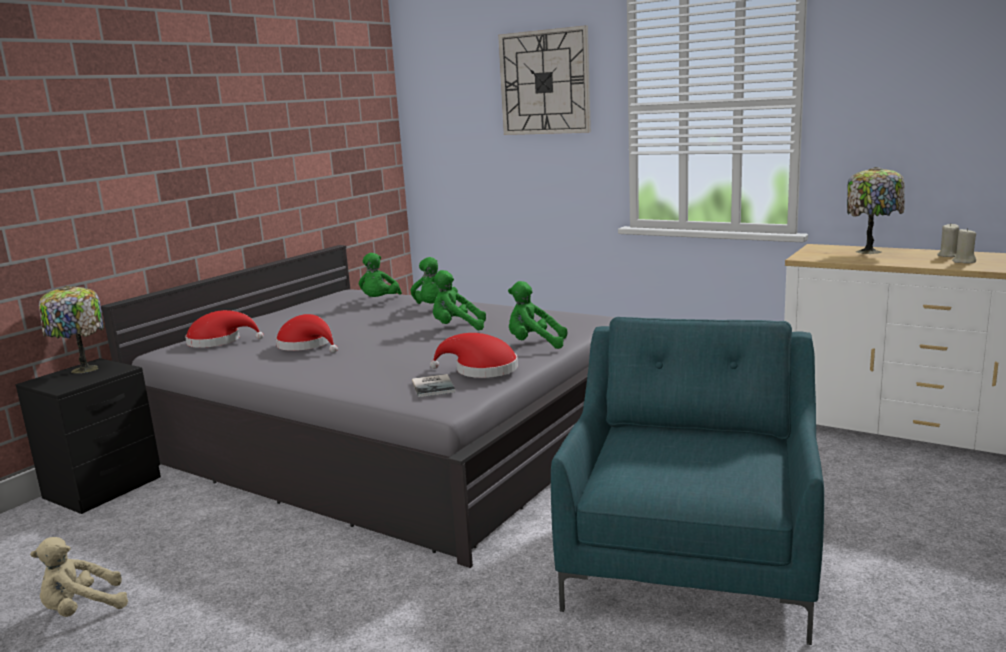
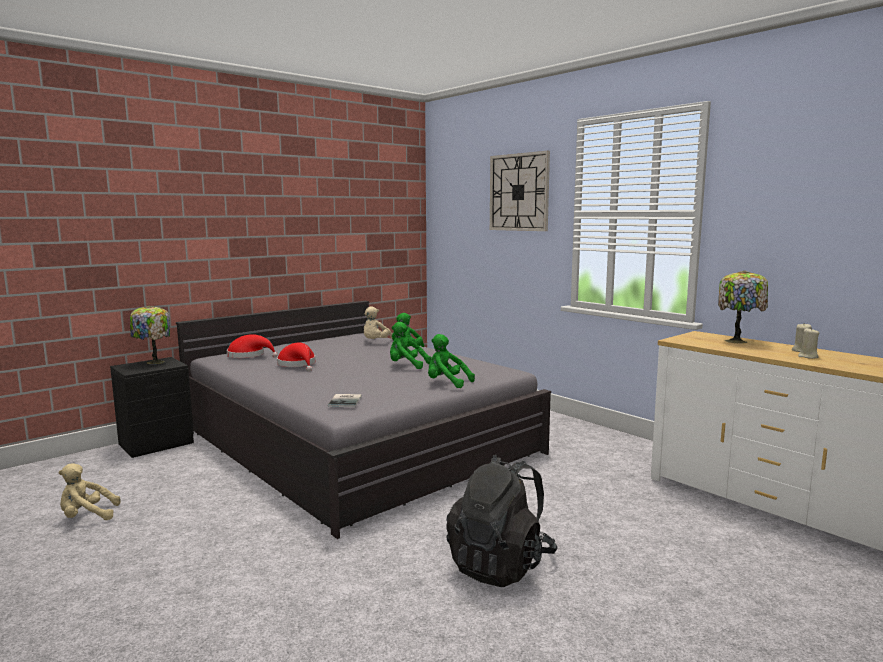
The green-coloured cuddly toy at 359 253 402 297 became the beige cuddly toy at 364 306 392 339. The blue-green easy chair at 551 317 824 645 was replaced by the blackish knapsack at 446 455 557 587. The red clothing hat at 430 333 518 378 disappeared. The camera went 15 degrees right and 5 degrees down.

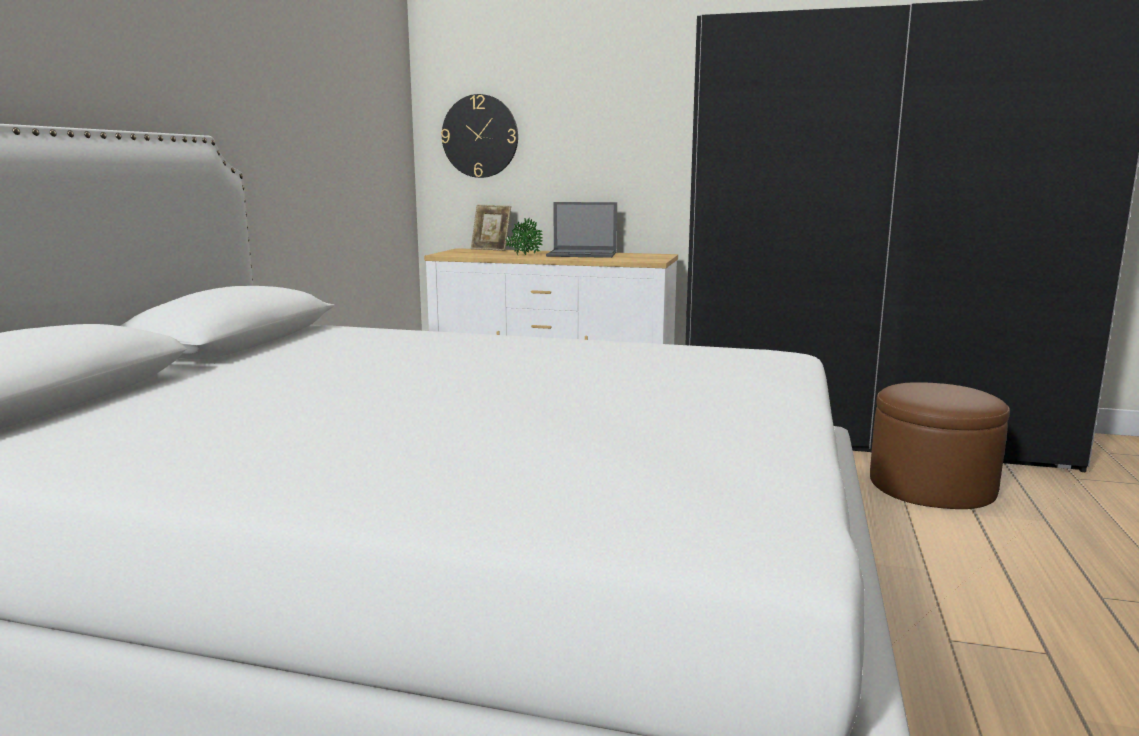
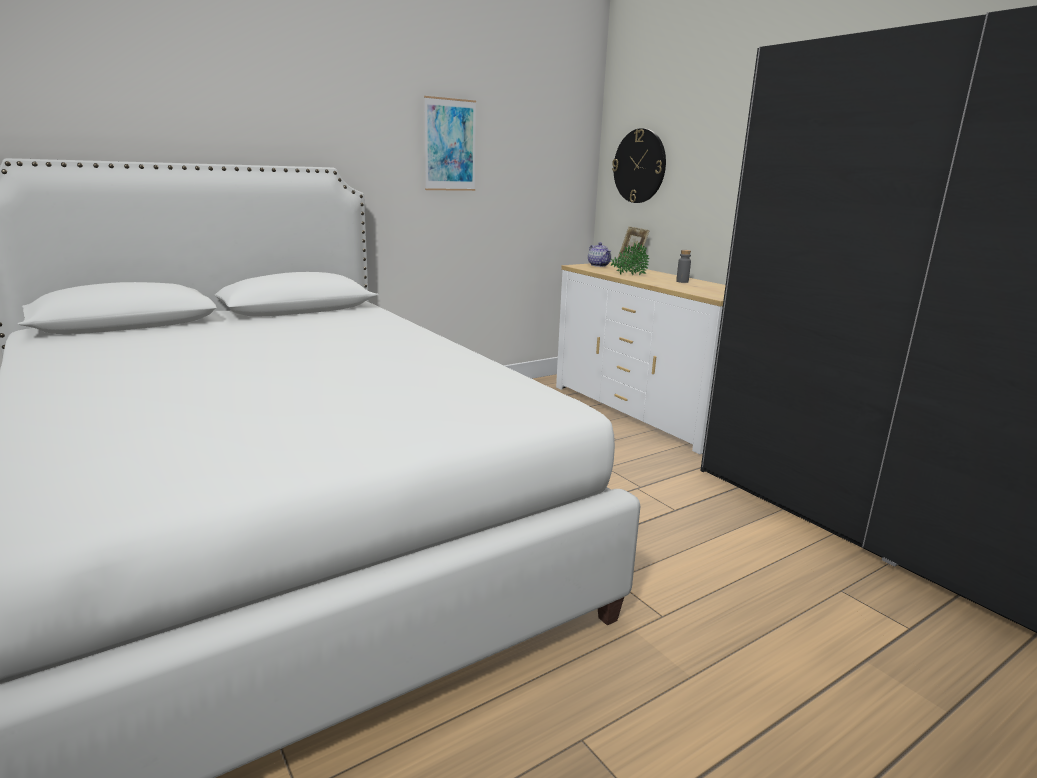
The wall art at 424 96 476 191 appeared. The tea pot at 588 242 611 267 appeared. The portable computer at 546 202 617 258 was replaced by the greyish drink bottle at 676 250 691 283. The brown-coloured ottoman at 870 382 1010 509 disappeared. The camera went 40 degrees right and 5 degrees up.

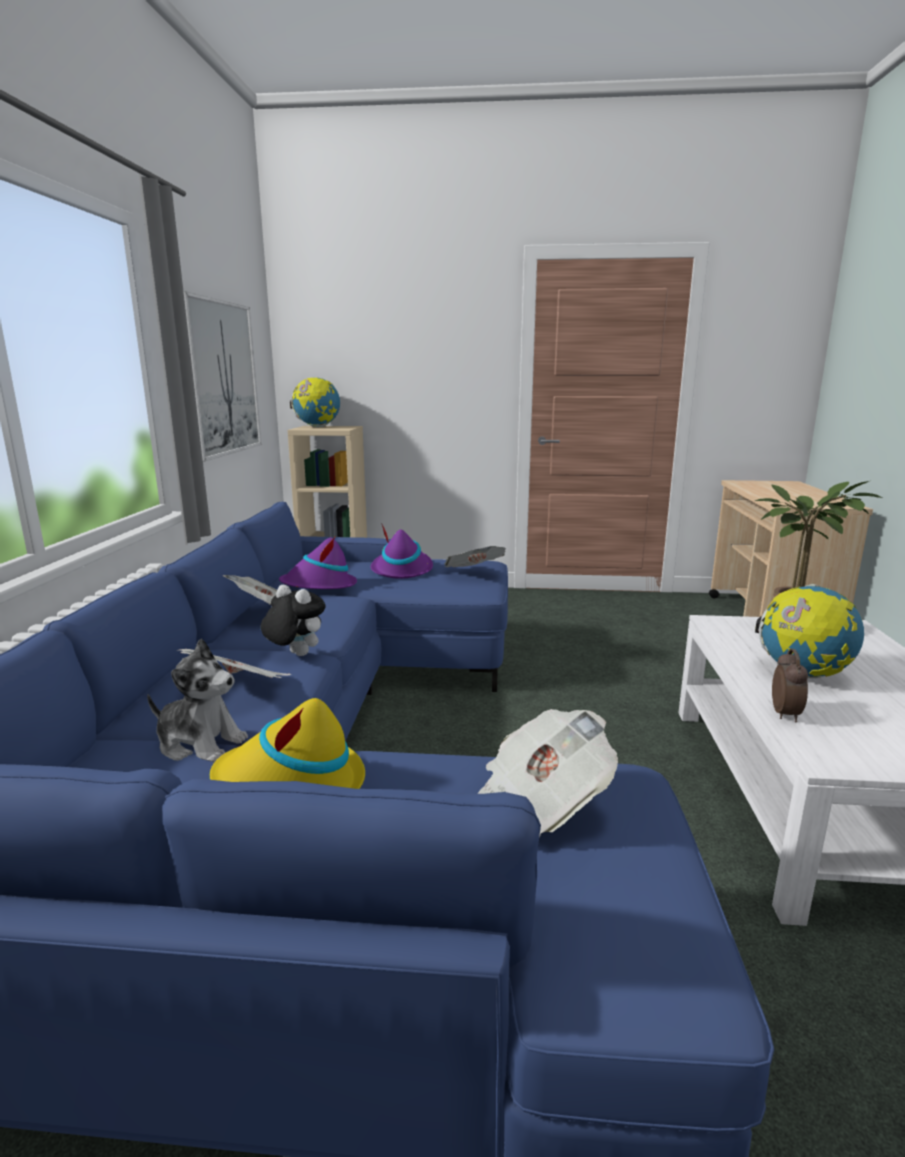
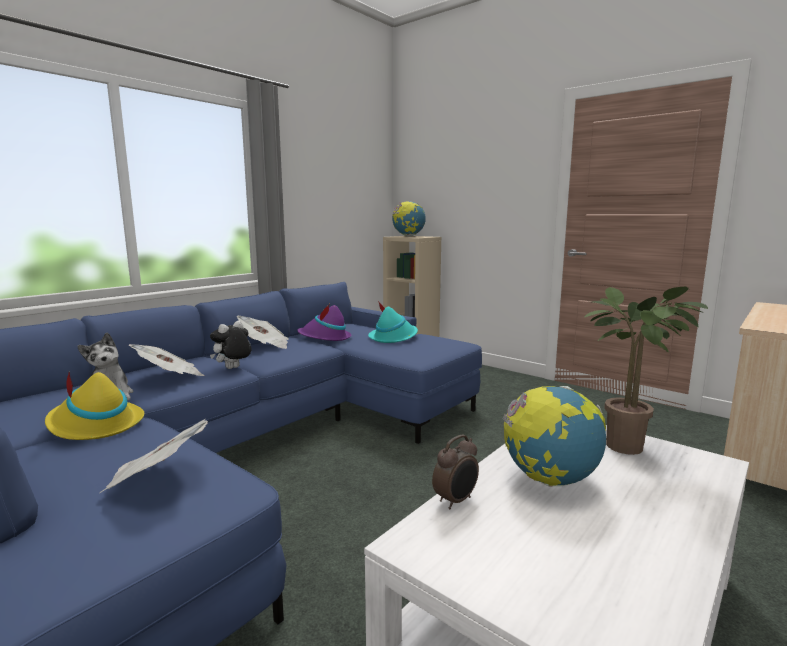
The cuddly toy at 261 585 326 656 turned 120 degrees counterclockwise. The purple clothing hat at 371 523 433 579 became the blue-green clothing hat at 368 301 418 343. The wall art at 183 291 262 462 disappeared. The daily paper at 445 546 506 567 disappeared. The camera went 35 degrees right and 5 degrees down.

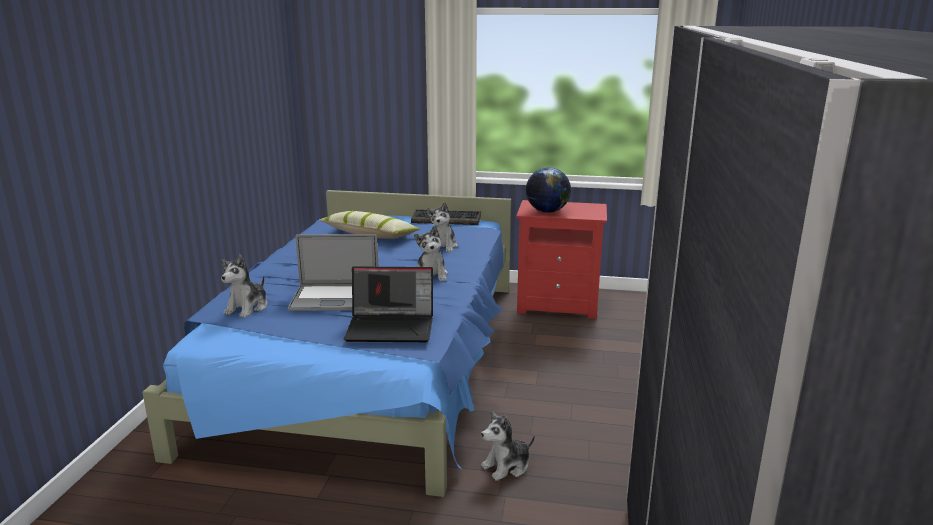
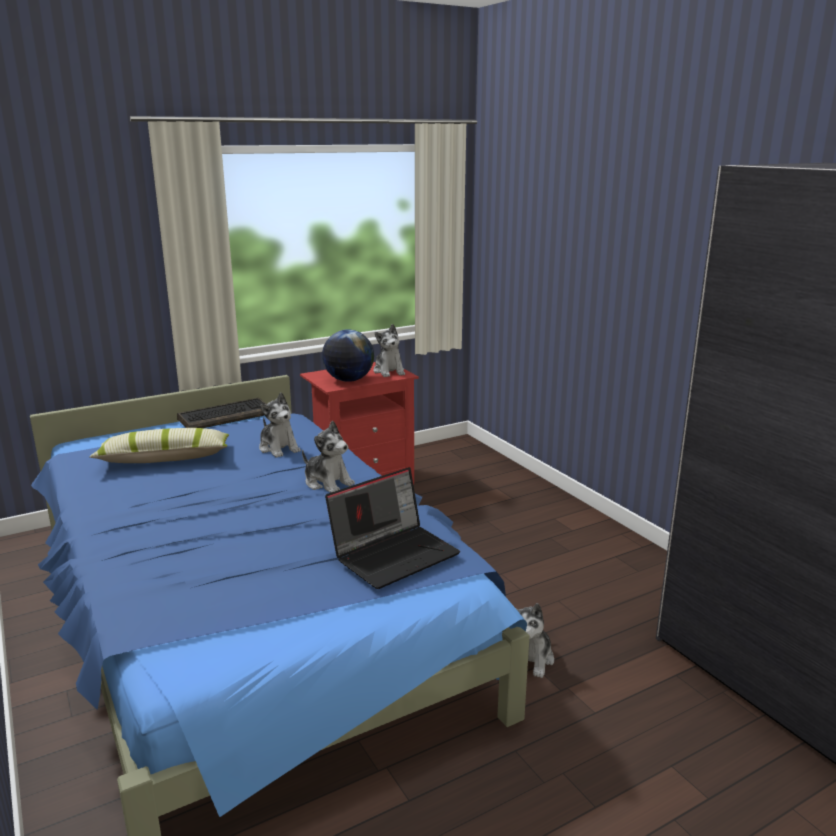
The cuddly toy moved from 221 254 268 318 to 374 324 405 377. The portable computer at 288 234 379 311 disappeared. The camera went 40 degrees left and 0 degrees up.

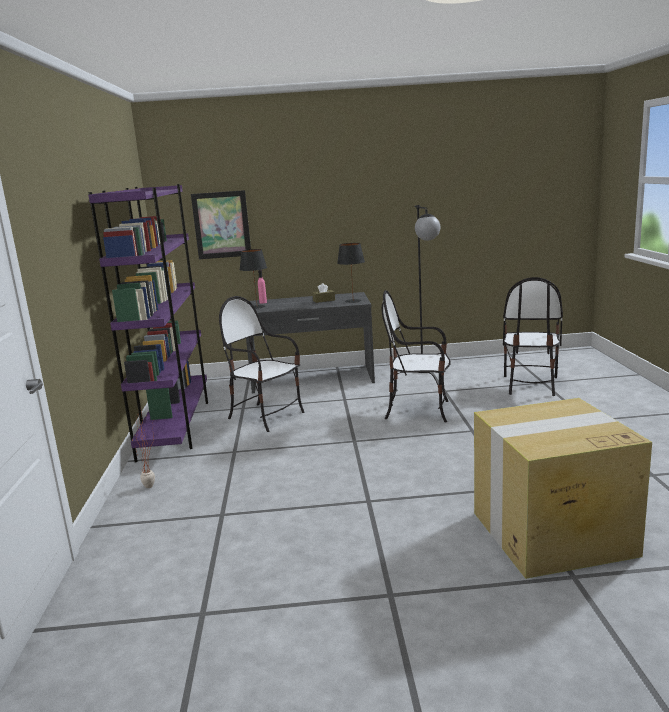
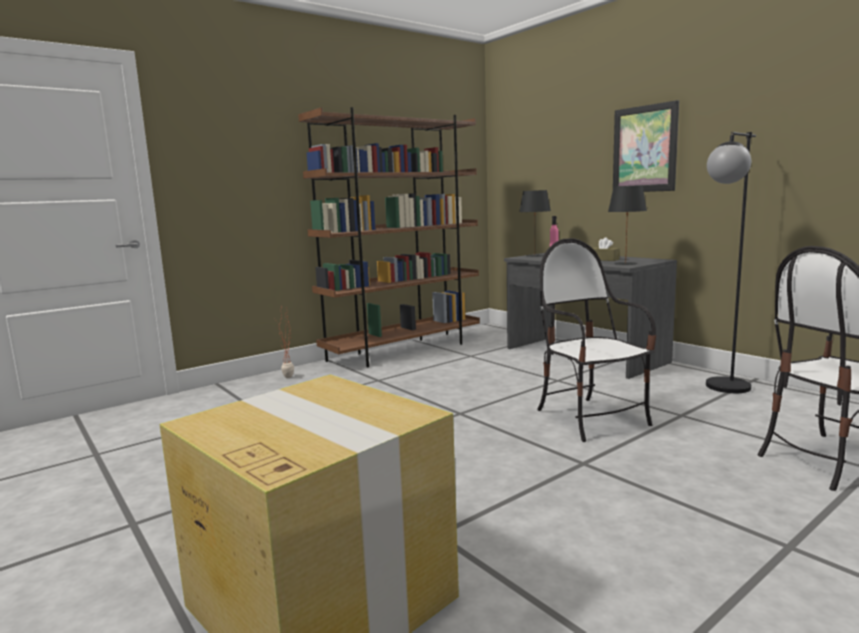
The purple shelving unit at 88 184 208 463 became the brown-coloured shelving unit at 298 107 480 367. The wall art moved from 191 190 251 259 to 613 100 679 192. The chair at 219 296 305 432 disappeared. The camera went 55 degrees right and 5 degrees down.

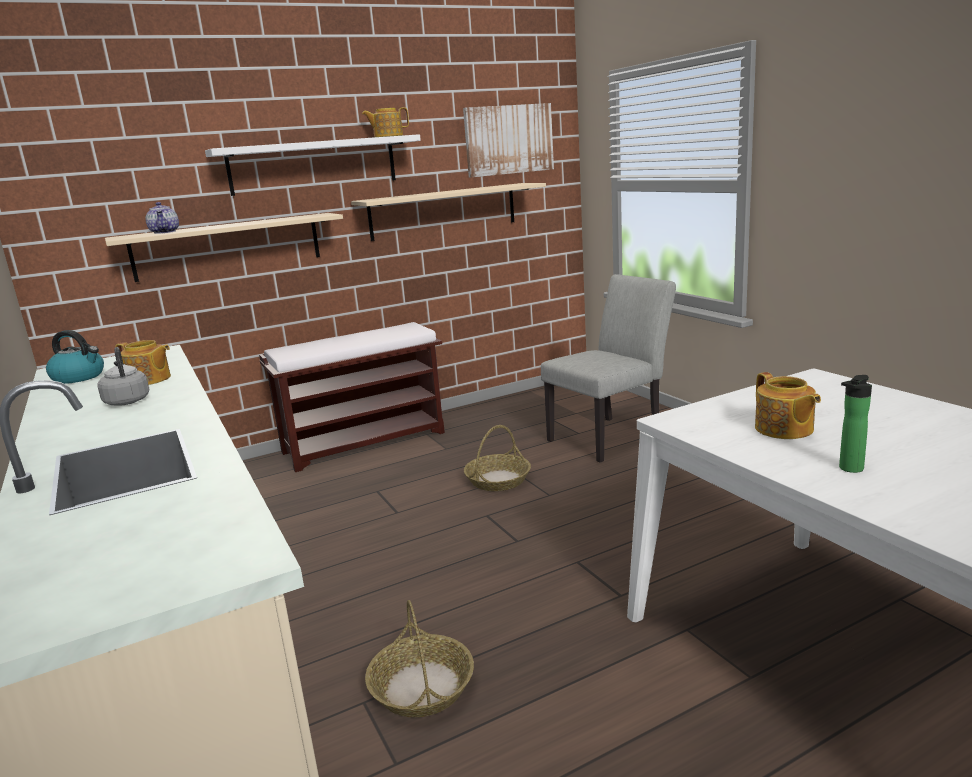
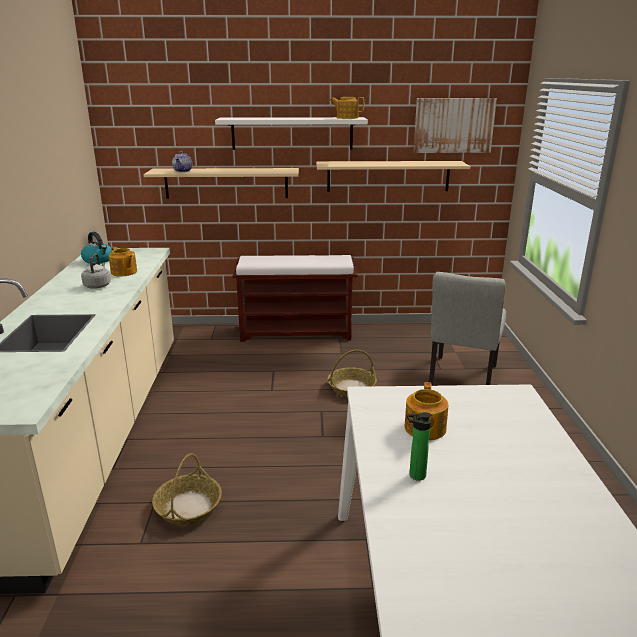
The greyish chair at 541 274 676 463 turned 120 degrees clockwise. The camera went 25 degrees right and 5 degrees up.

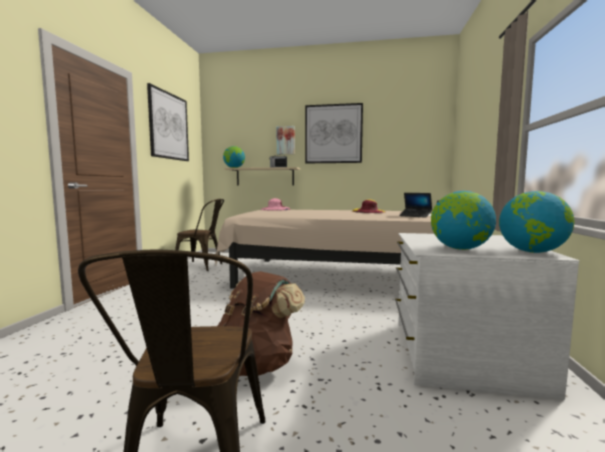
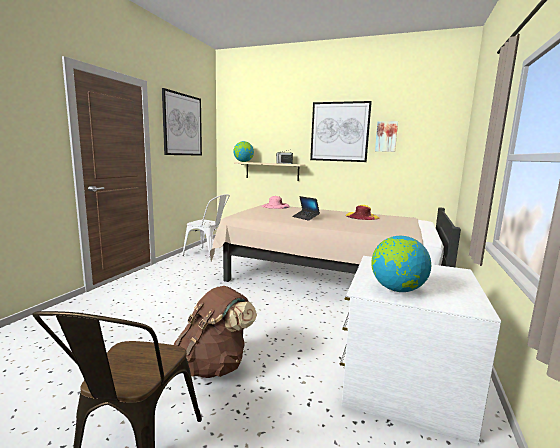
The brown-coloured chair at 175 199 224 271 became the white-coloured chair at 182 194 230 260. The portable computer moved from 399 193 432 218 to 292 196 320 221. The wall art moved from 277 126 295 155 to 375 121 398 152. The desk globe at 499 191 574 253 disappeared. The camera went 10 degrees right and 5 degrees up.

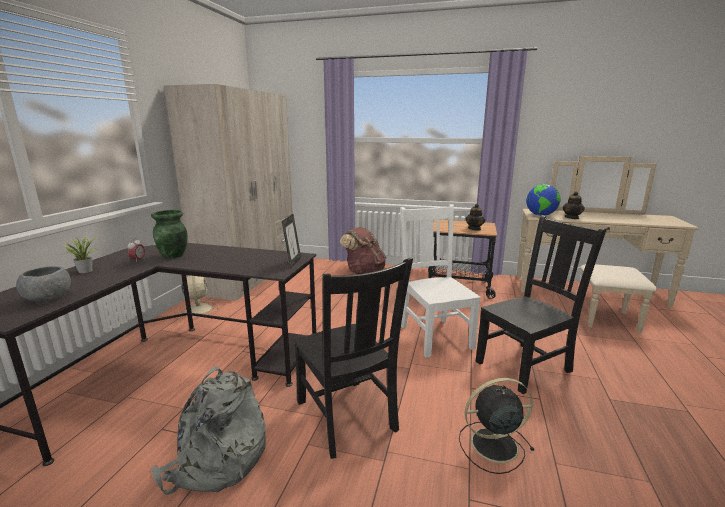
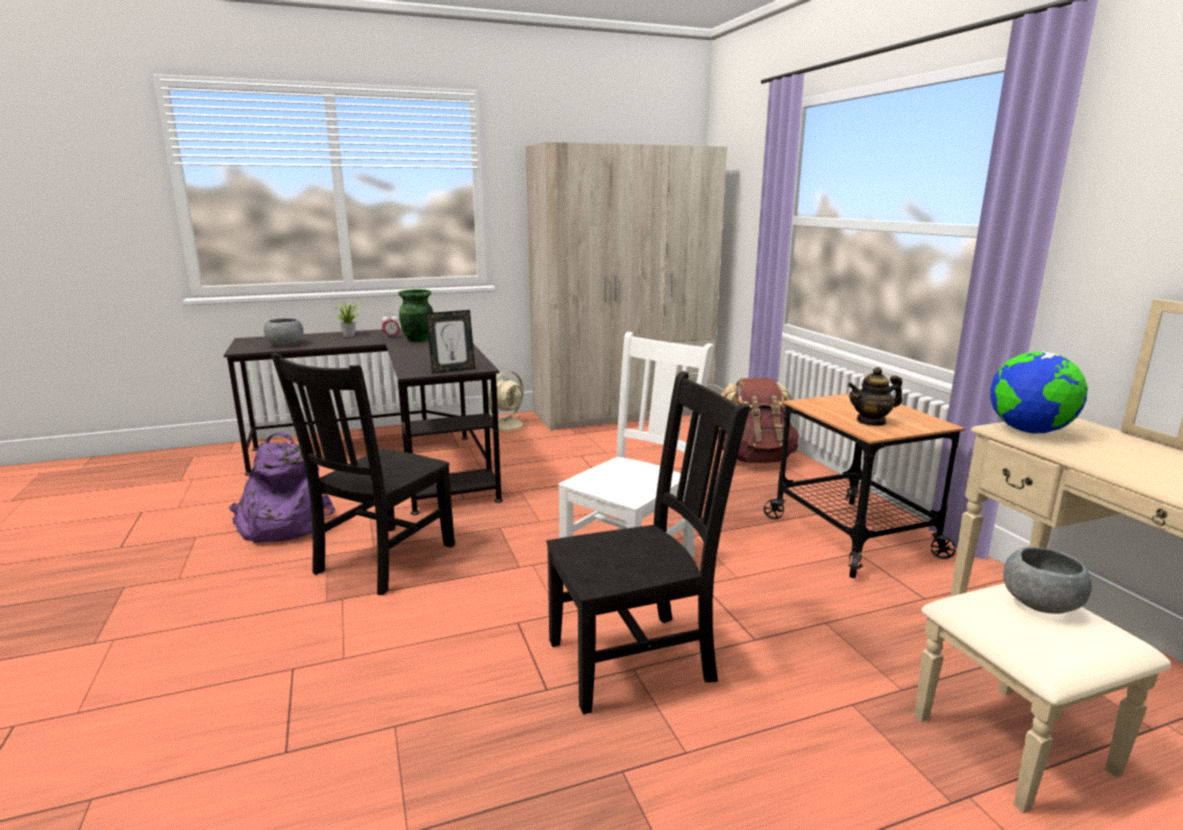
The greyish knapsack at 151 366 266 495 became the purple knapsack at 229 432 335 543. The blackish chair at 475 215 607 394 turned 45 degrees counterclockwise. The greyish deep dish at 1003 547 1092 614 appeared. The blackish fan at 459 378 535 474 disappeared. The tea pot at 562 191 585 219 disappeared. The camera went 55 degrees right and 0 degrees up.

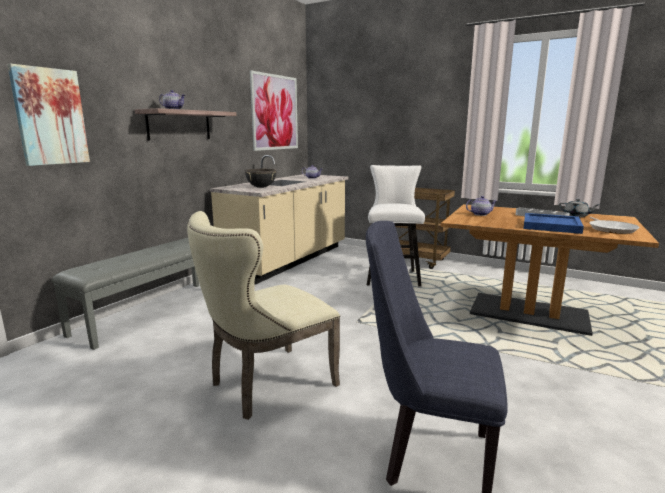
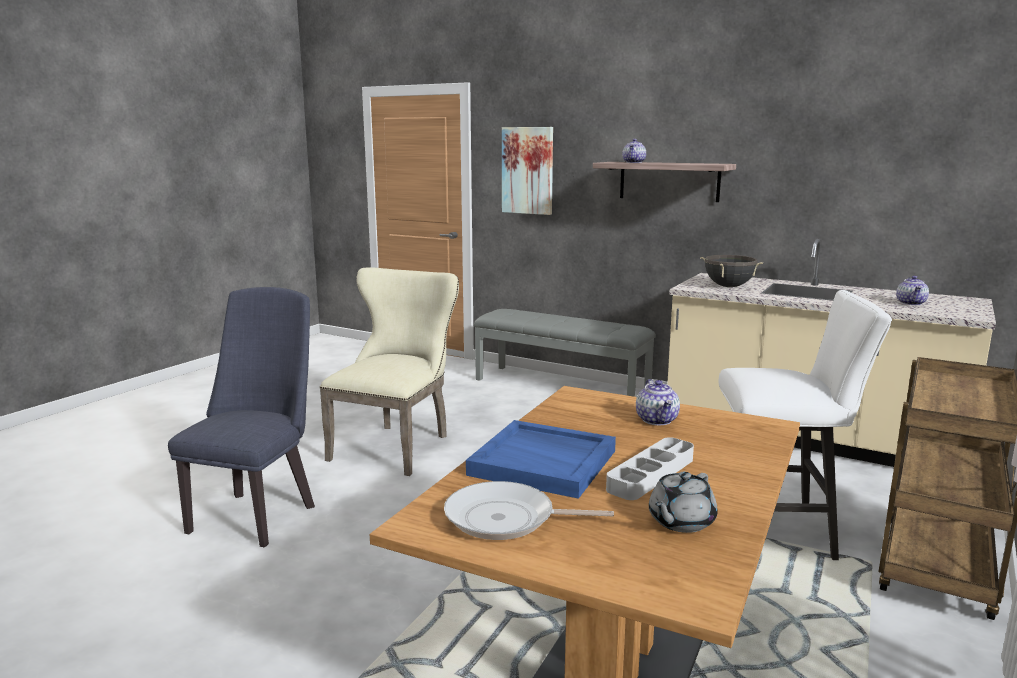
The beige chair at 187 211 340 420 turned 60 degrees clockwise. The wall art at 250 70 298 151 disappeared. The camera went 90 degrees right and 0 degrees up.

